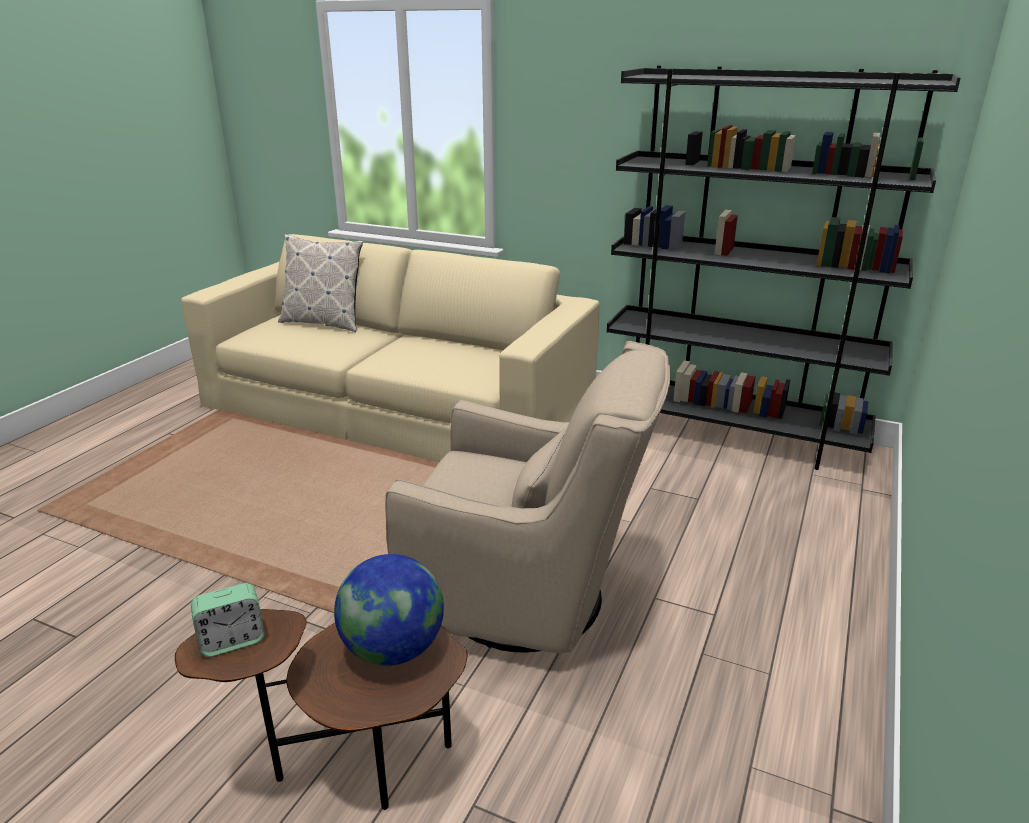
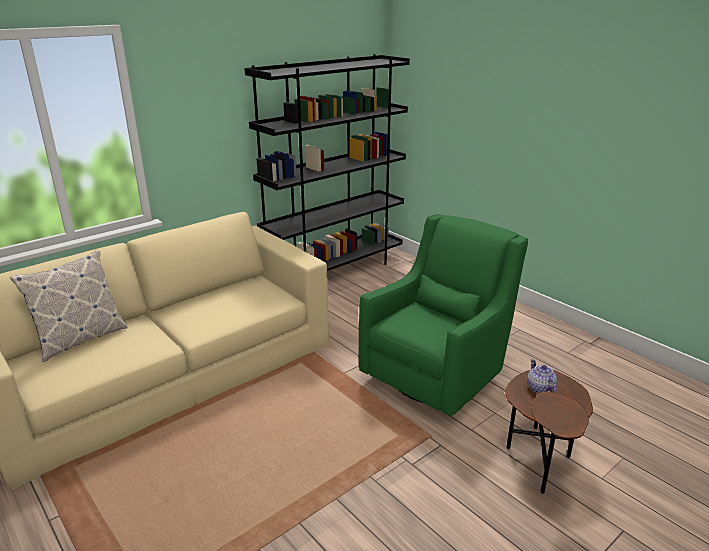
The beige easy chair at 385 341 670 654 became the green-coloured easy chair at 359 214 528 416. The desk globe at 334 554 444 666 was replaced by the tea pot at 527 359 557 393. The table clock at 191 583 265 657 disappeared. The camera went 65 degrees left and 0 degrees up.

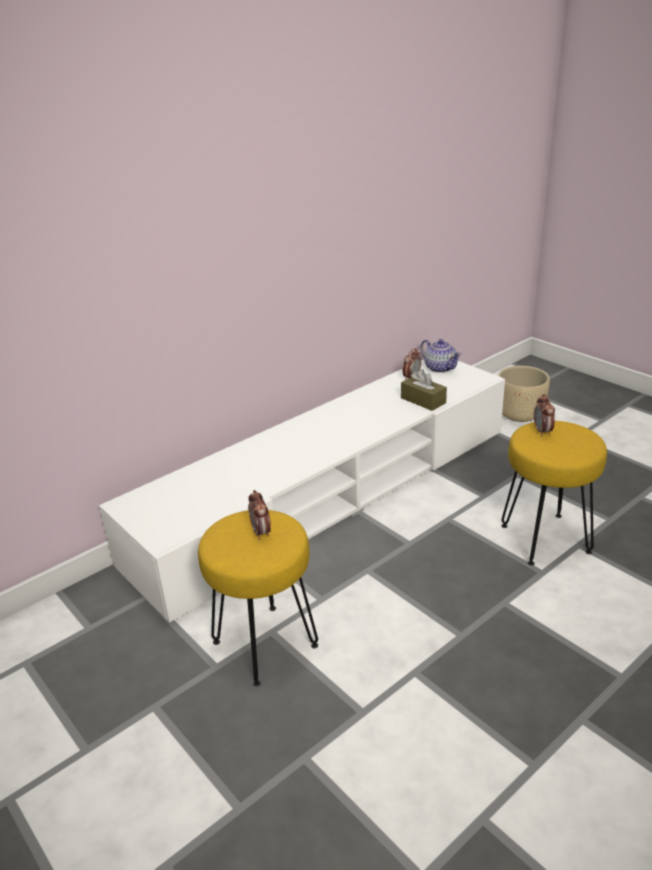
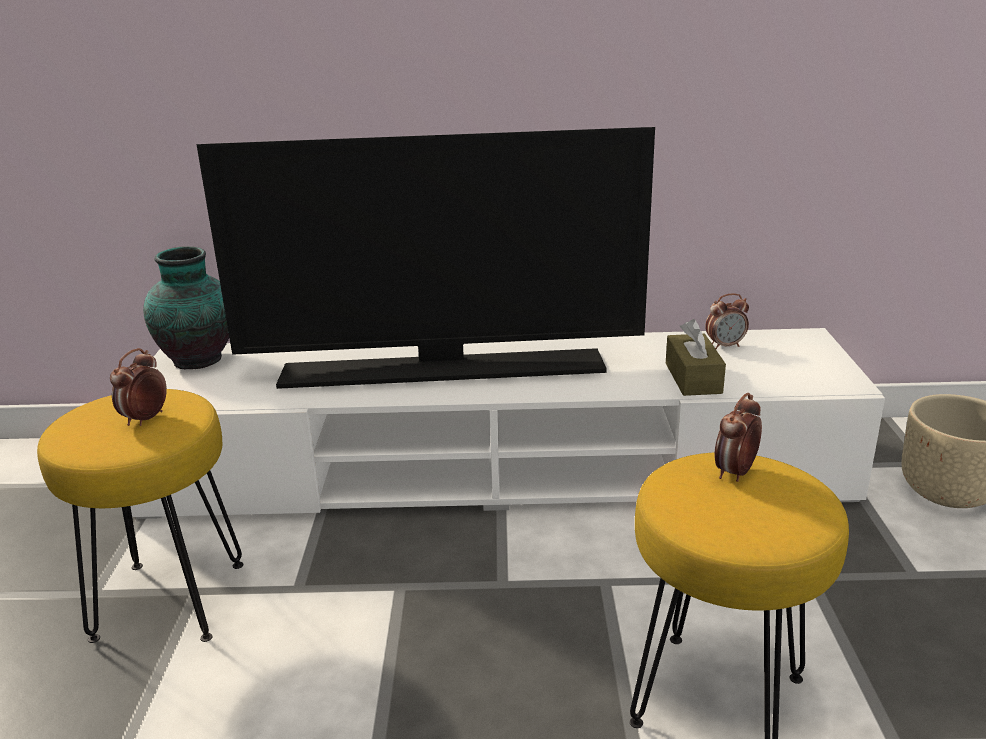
The decorative vase at 143 246 229 369 appeared. The television at 196 127 655 389 appeared. The tea pot at 420 339 462 373 disappeared. The camera went 40 degrees right and 5 degrees down.

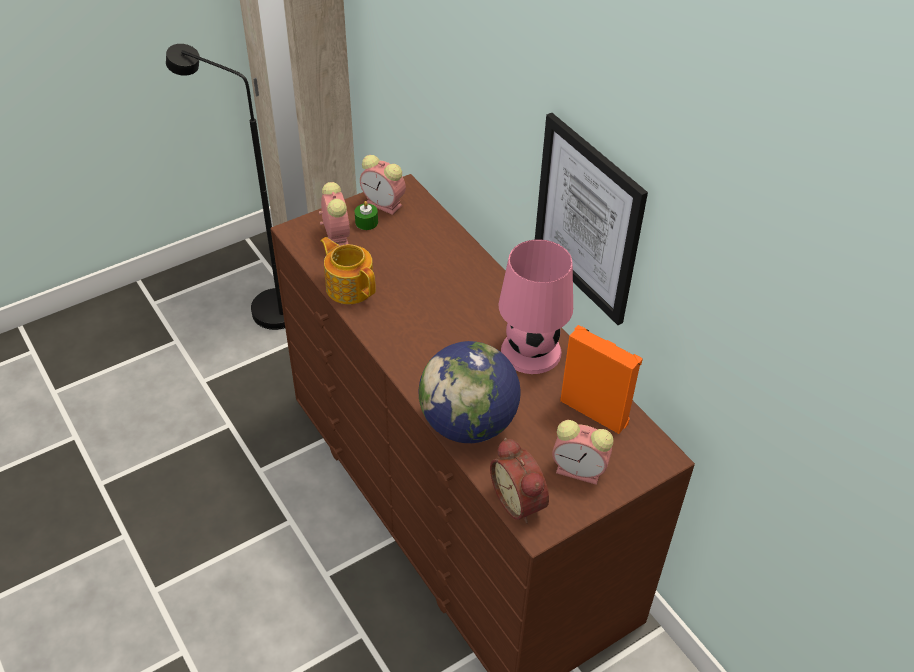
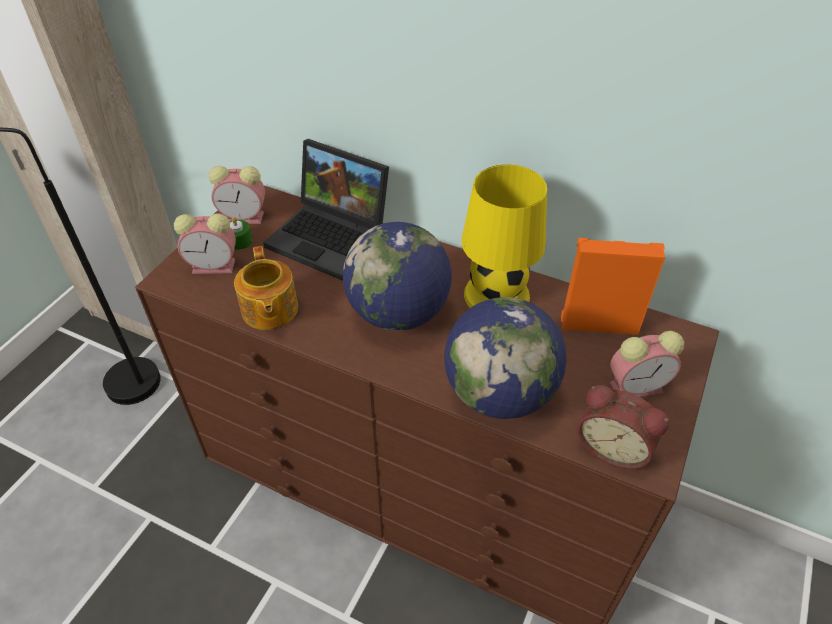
The table clock at 319 182 350 246 turned 135 degrees clockwise. The tea pot at 320 237 376 304 turned 120 degrees counterclockwise. The portable computer at 264 139 389 281 appeared. The desk globe at 343 222 452 331 appeared. The pinkish table lamp at 498 239 573 374 became the yellowish table lamp at 462 165 547 308. The wall art at 535 113 648 325 disappeared. The camera went 30 degrees left and 0 degrees up.

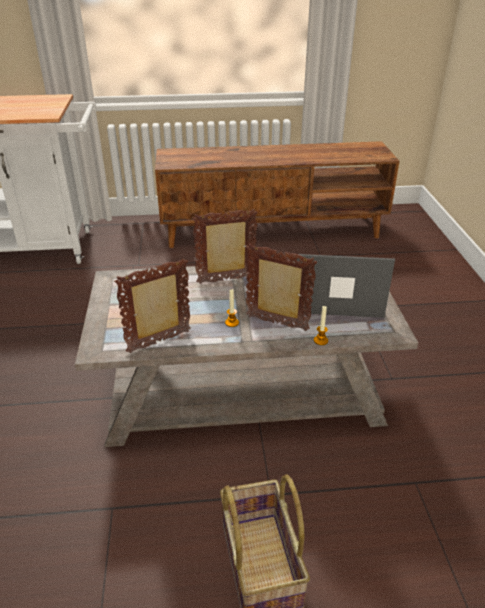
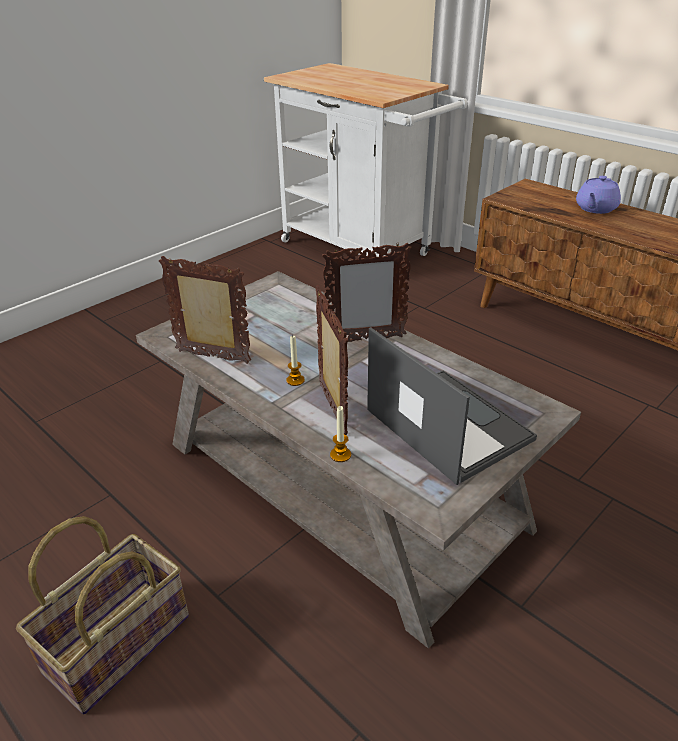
The standing frame at 192 209 258 284 turned 135 degrees clockwise. The purple tea pot at 576 176 621 214 appeared. The camera went 50 degrees right and 0 degrees up.

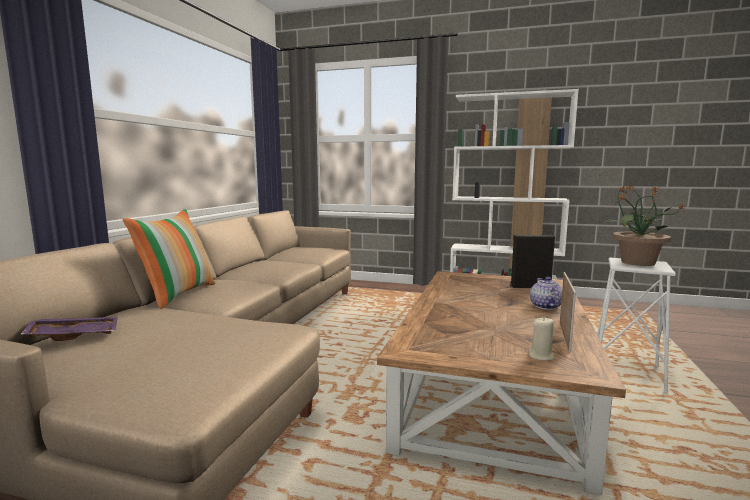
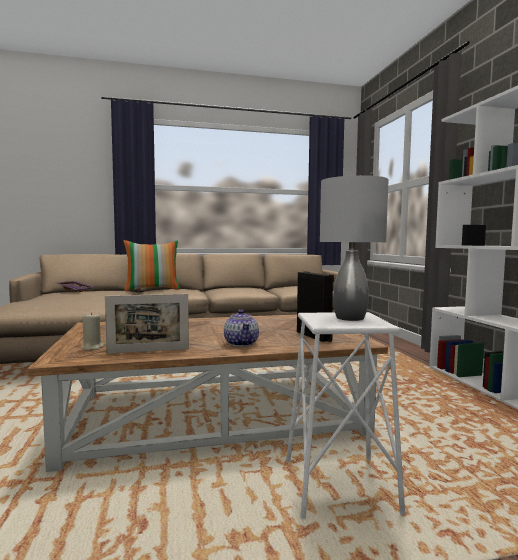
The tea pot at 530 277 562 310 turned 105 degrees clockwise. The houseplant at 600 185 686 266 was replaced by the greyish table lamp at 320 175 389 321. The camera went 60 degrees right and 5 degrees down.

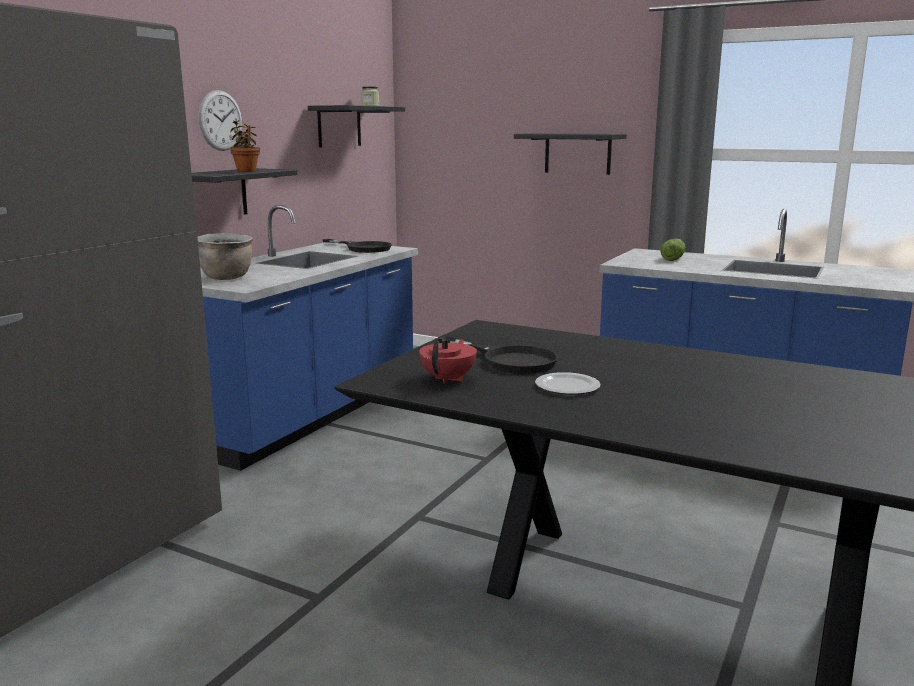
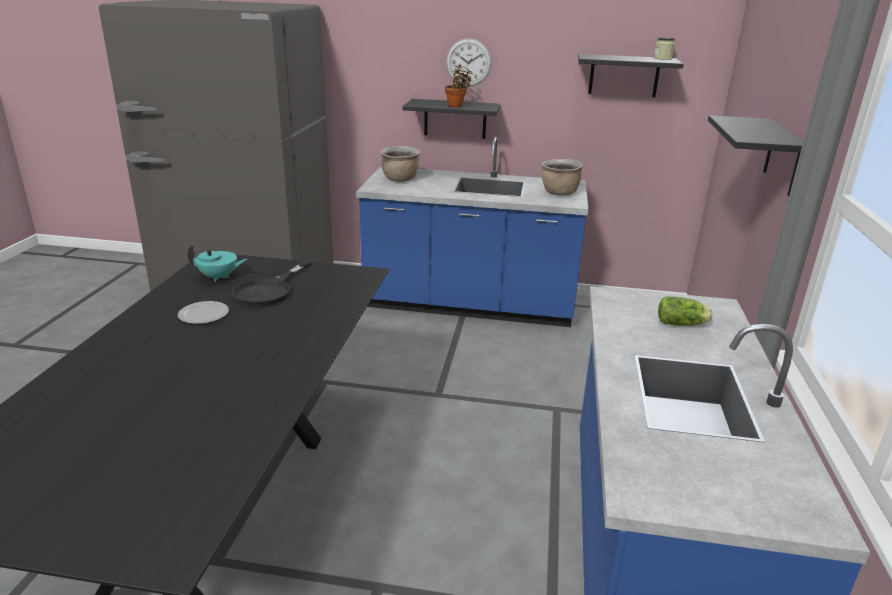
The red tea pot at 419 338 477 384 became the blue-green tea pot at 188 244 247 282. The blackish skillet at 322 239 392 253 was replaced by the brown-coloured saucepot at 541 159 583 196. The camera went 70 degrees right and 10 degrees up.

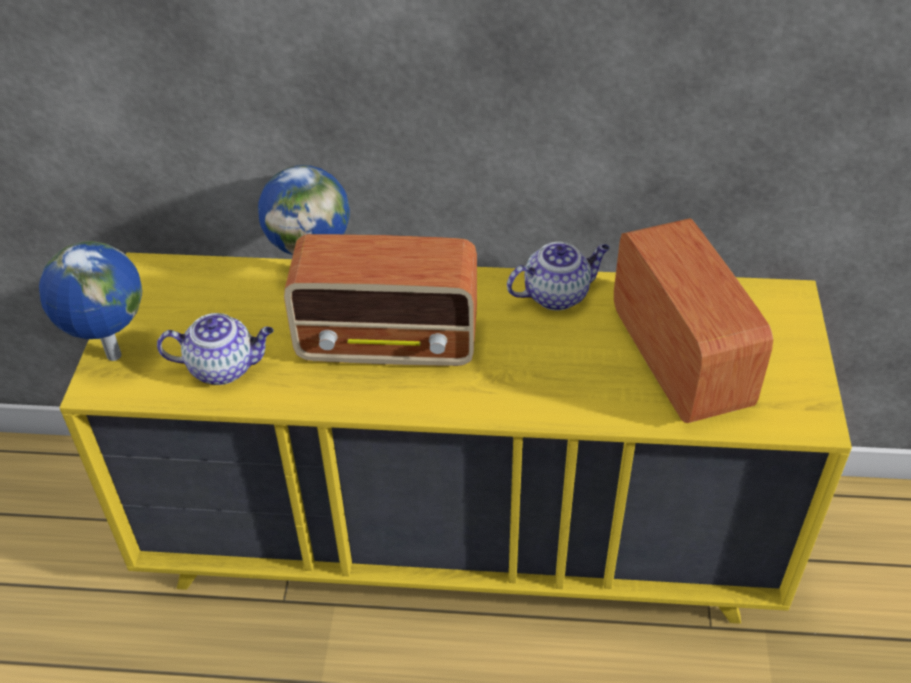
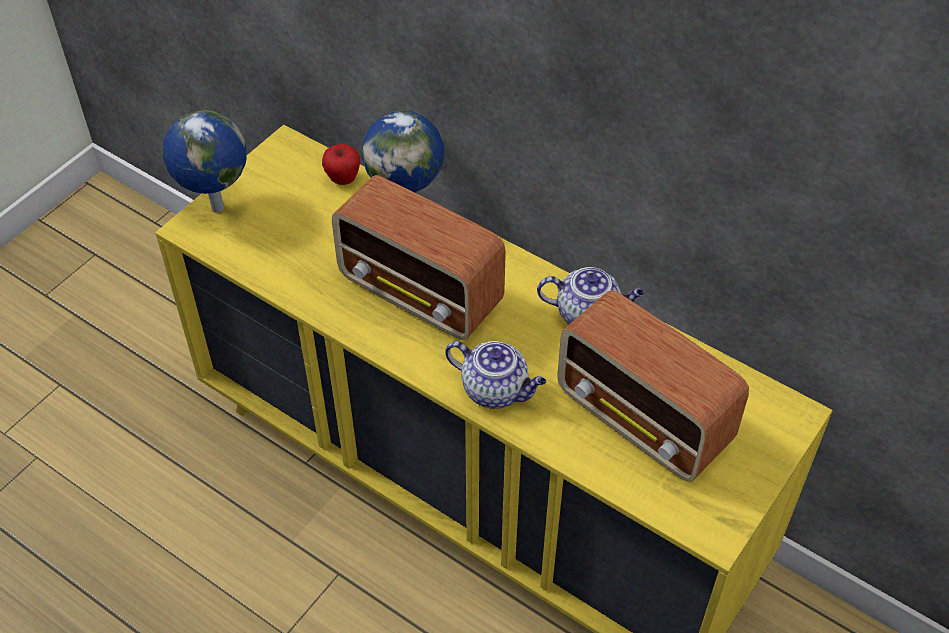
The whole apple at 322 144 360 185 appeared. The tea pot moved from 157 313 274 385 to 445 341 546 409. The radio set at 614 218 773 423 turned 120 degrees clockwise. The camera went 30 degrees right and 5 degrees up.

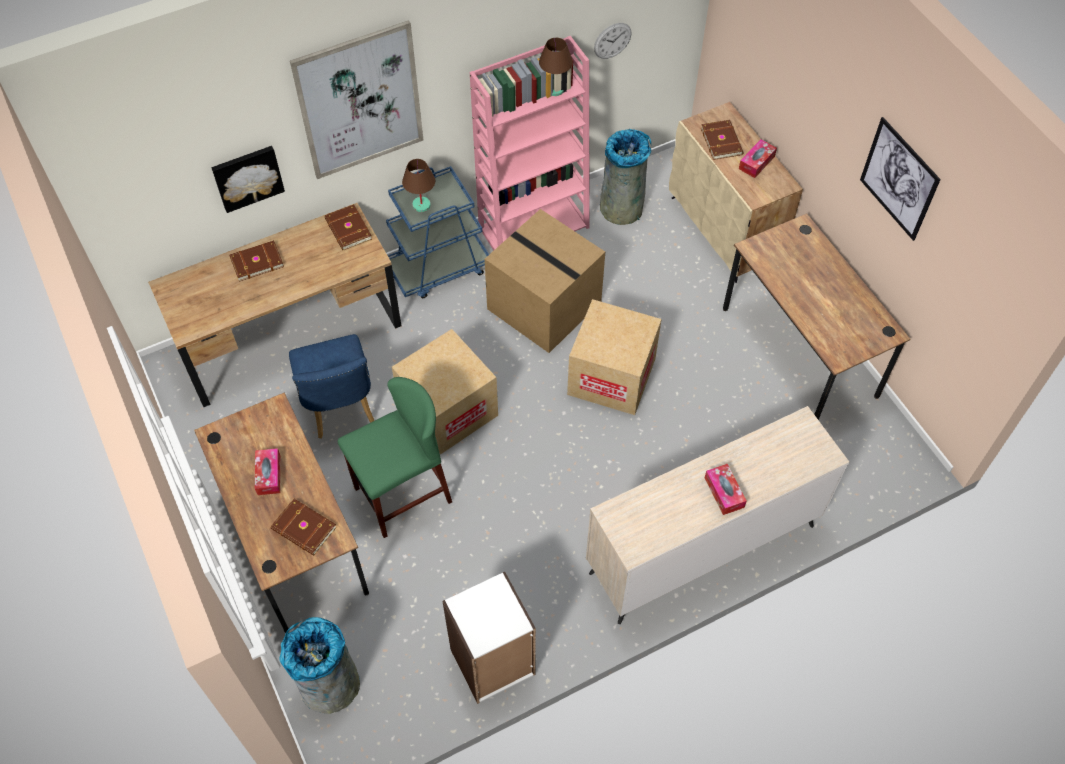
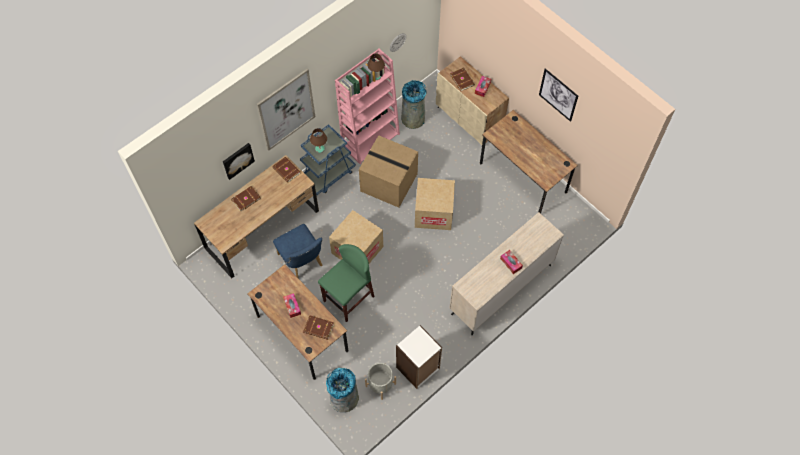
The greyish planter at 365 363 396 400 appeared. The camera went 15 degrees left and 5 degrees up.

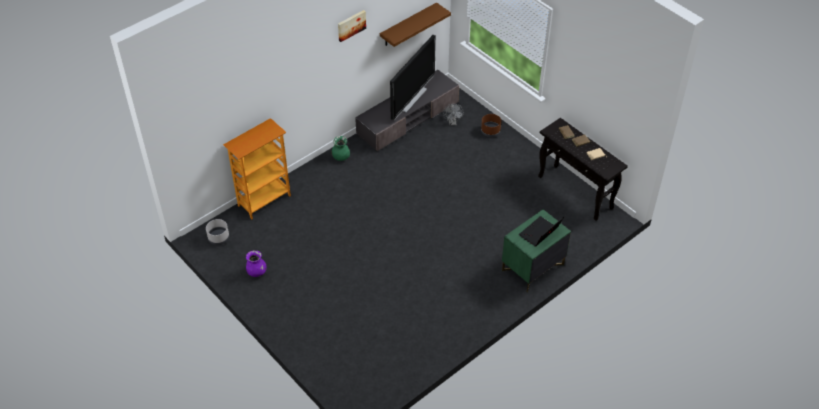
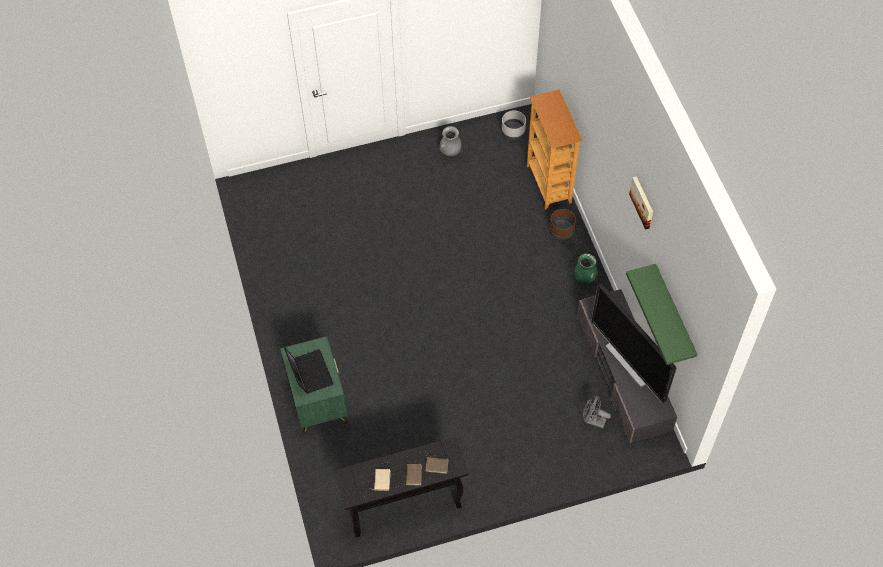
The purple decorative vase at 246 250 267 277 became the greyish decorative vase at 440 126 462 156. The brown-coloured planter moved from 481 114 501 137 to 550 209 576 240. The brown-coloured bracket shelf at 380 2 451 47 became the green-coloured bracket shelf at 626 264 697 365. The camera went 115 degrees right and 10 degrees up.

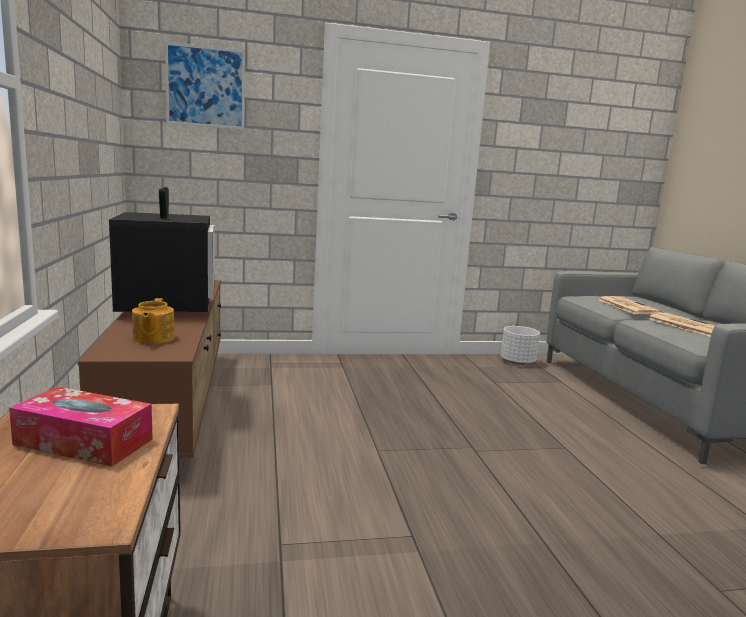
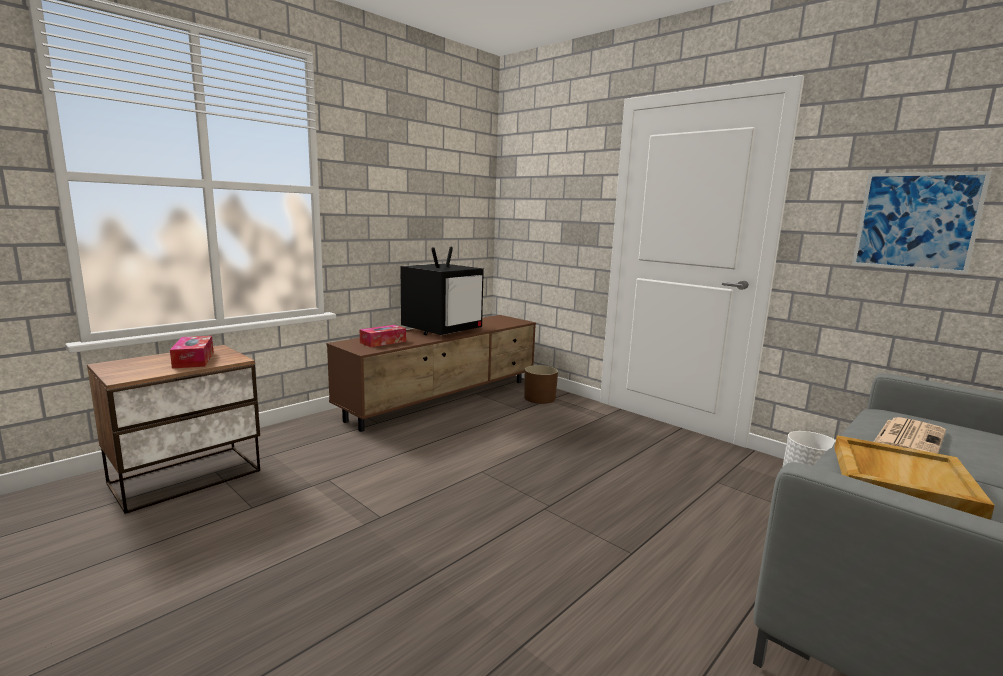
The tea pot at 132 298 175 344 was replaced by the tissue holder at 360 325 406 347. The brown-coloured planter at 524 365 558 404 appeared. The daily paper at 647 313 716 337 was replaced by the beige carrying tray at 834 435 995 520. The wall art moved from 165 42 245 130 to 852 171 991 274. The camera went 55 degrees right and 0 degrees up.

